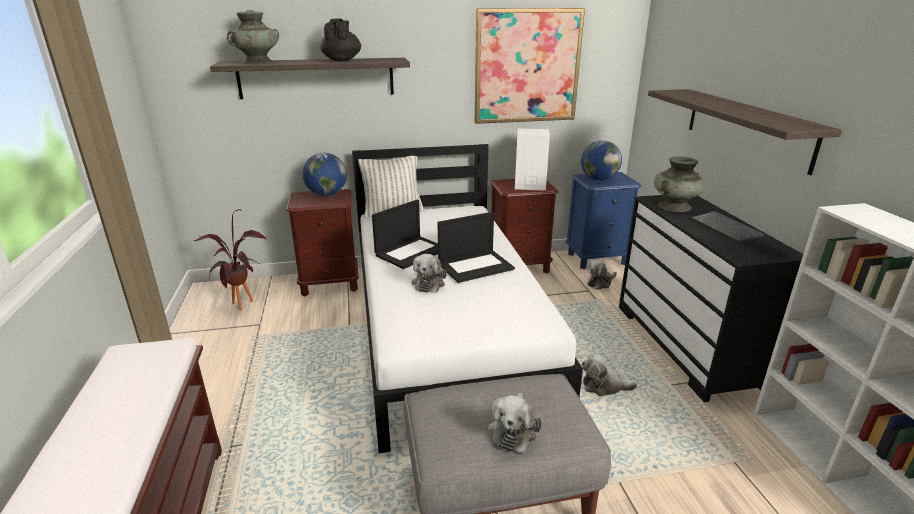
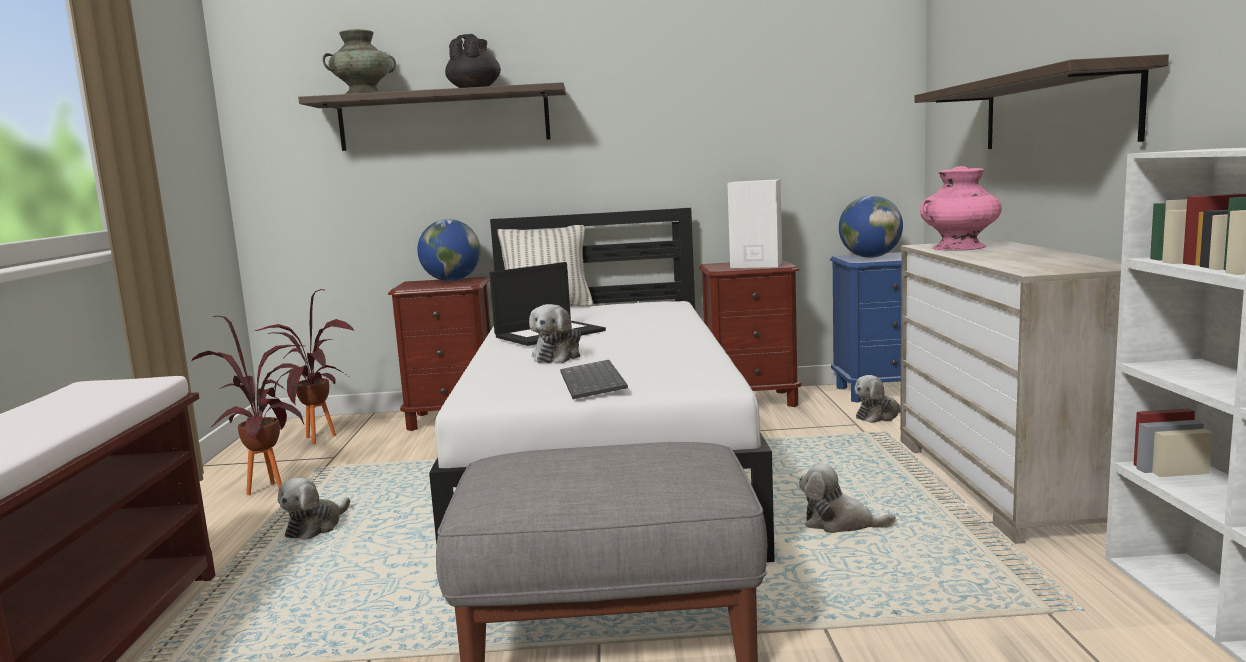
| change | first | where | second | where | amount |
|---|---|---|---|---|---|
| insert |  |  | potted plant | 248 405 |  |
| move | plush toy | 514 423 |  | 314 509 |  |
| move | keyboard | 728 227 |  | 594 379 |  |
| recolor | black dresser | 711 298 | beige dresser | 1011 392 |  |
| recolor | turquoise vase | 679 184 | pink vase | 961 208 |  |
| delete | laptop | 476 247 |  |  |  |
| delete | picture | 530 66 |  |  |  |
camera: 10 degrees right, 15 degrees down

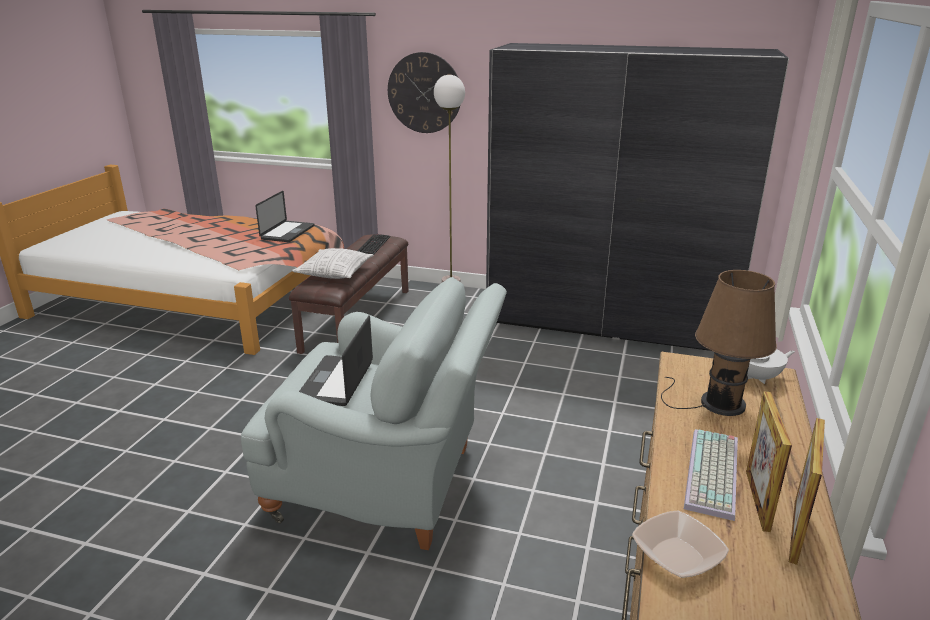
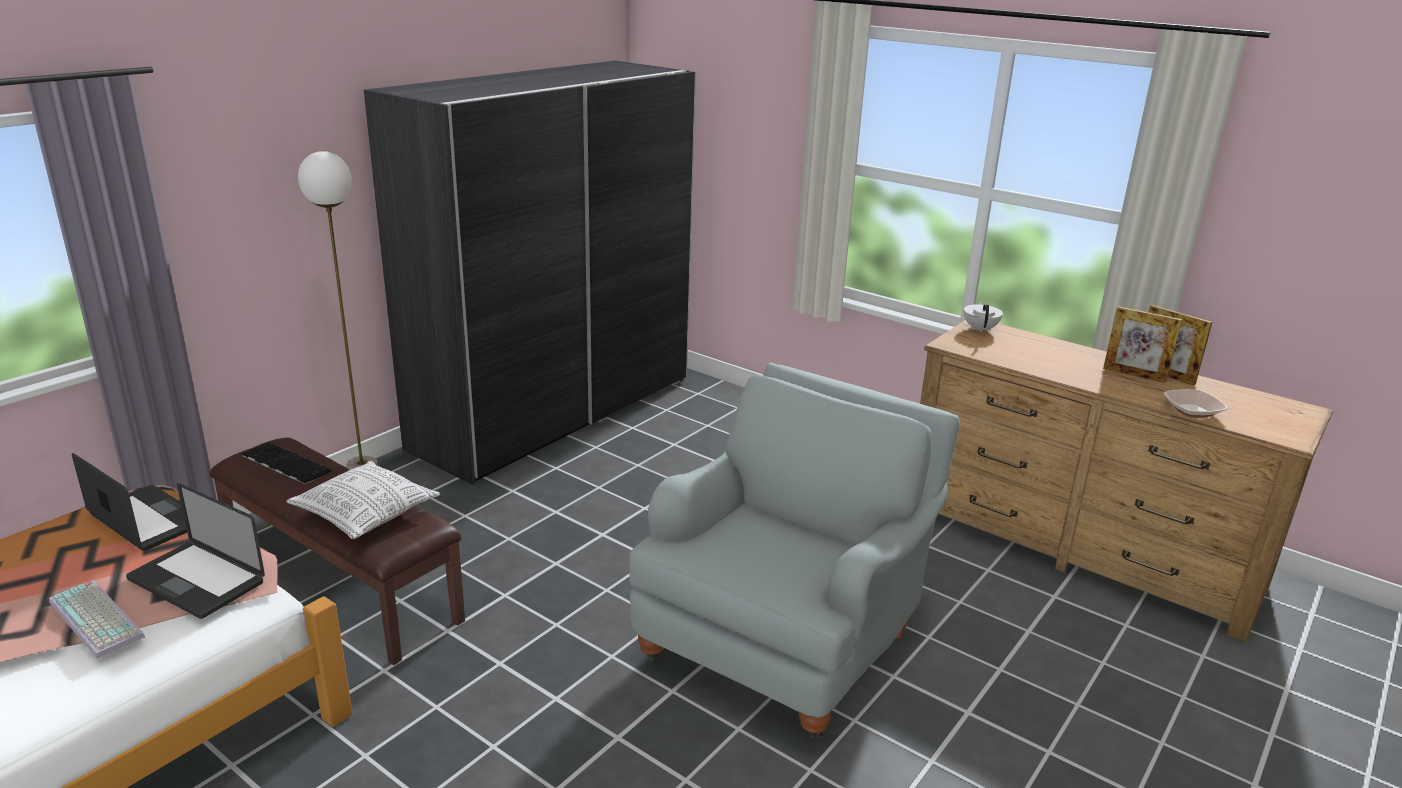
| change | first | where | second | where | amount |
|---|---|---|---|---|---|
| move | keyboard | 711 475 |  | 97 619 |  |
| move | laptop | 336 361 |  | 195 551 |  |
| delete | wall clock | 424 92 |  |  |  |
| delete | brown table lamp | 719 343 |  |  |  |
camera: 70 degrees left, 0 degrees up

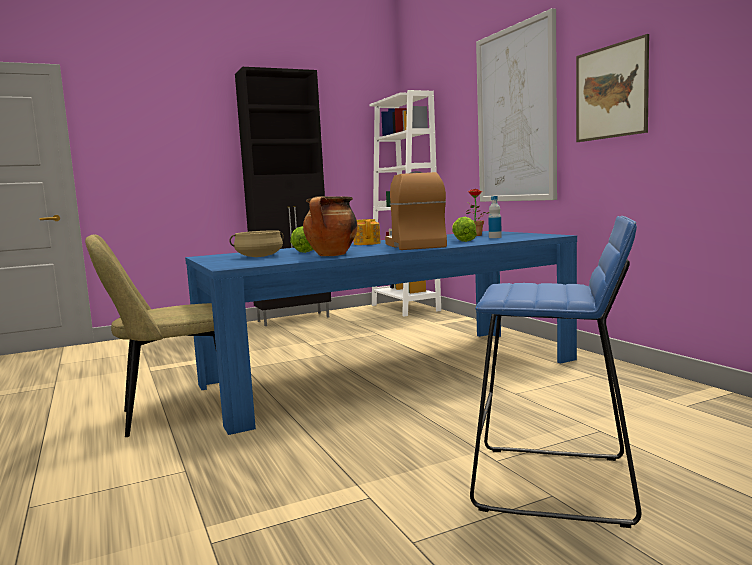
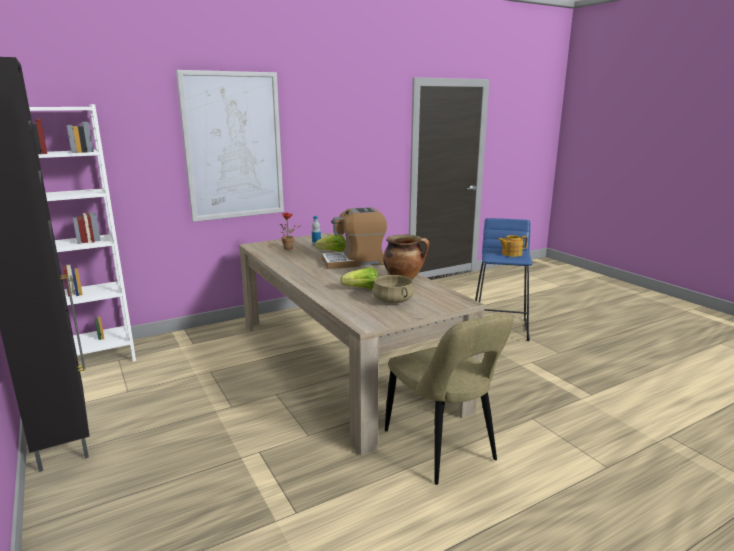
| change | first | where | second | where | amount |
|---|---|---|---|---|---|
| recolor | blue dining table | 381 333 | beige dining table | 362 344 |  |
| move | teapot | 367 232 |  | 513 246 |  |
| delete | picture | 612 88 |  |  |  |
camera: 95 degrees left, 10 degrees up

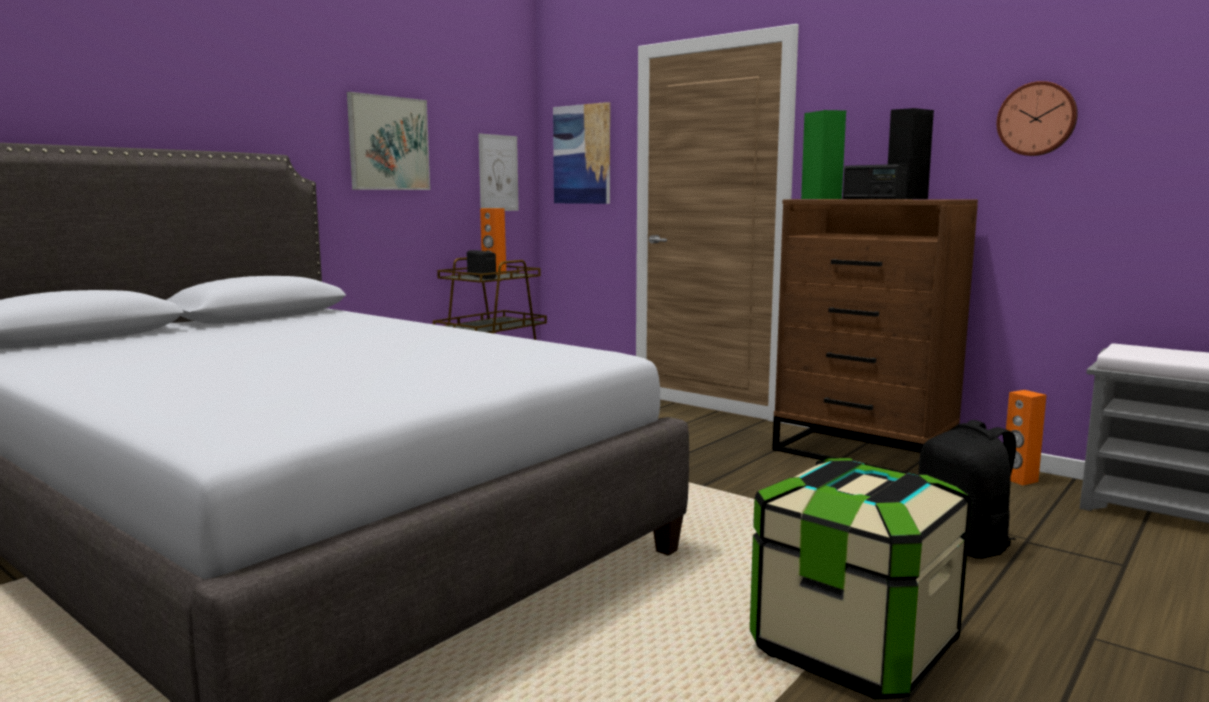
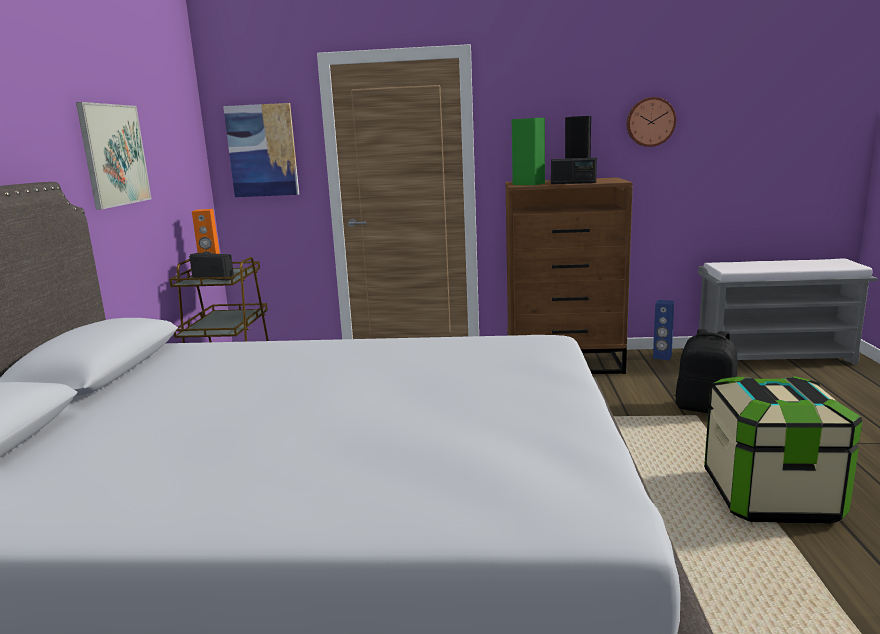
| change | first | where | second | where | amount |
|---|---|---|---|---|---|
| recolor | orange speaker | 1026 437 | blue speaker | 663 330 |  |
| delete | picture | 498 172 |  |  |  |
camera: 35 degrees left, 5 degrees up

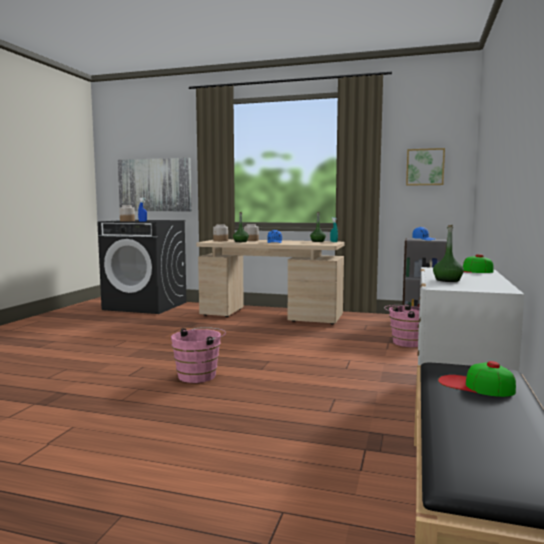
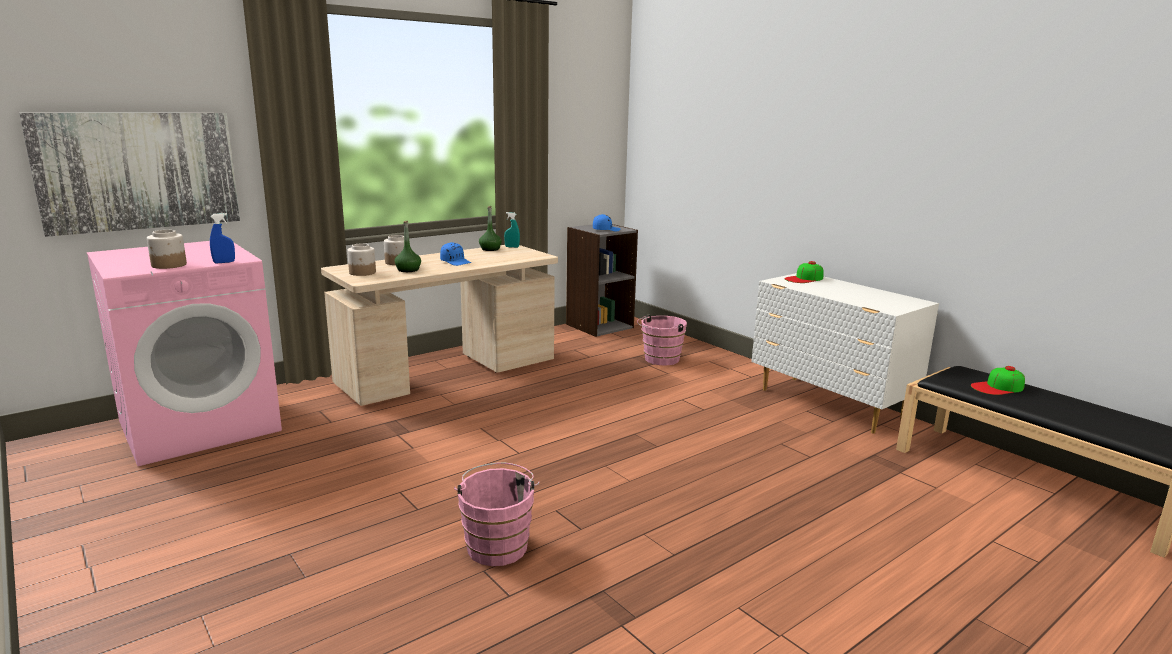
| change | first | where | second | where | amount |
|---|---|---|---|---|---|
| recolor | black washing machine | 142 267 | pink washing machine | 184 353 |  |
| move | pink bucket | 198 355 |  | 497 514 |  |
| delete | picture | 425 167 |  |  |  |
| delete | green bottle | 448 253 |  |  |  |
camera: 55 degrees left, 10 degrees up

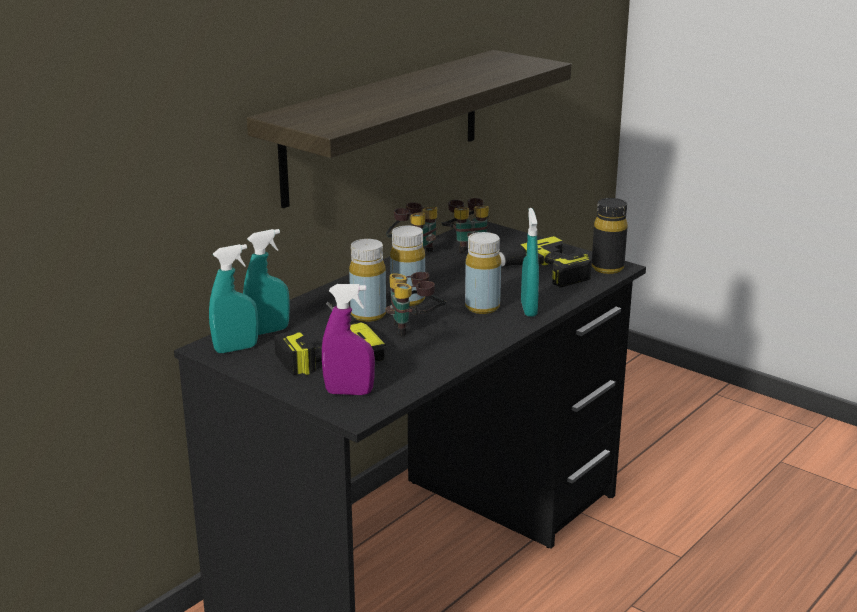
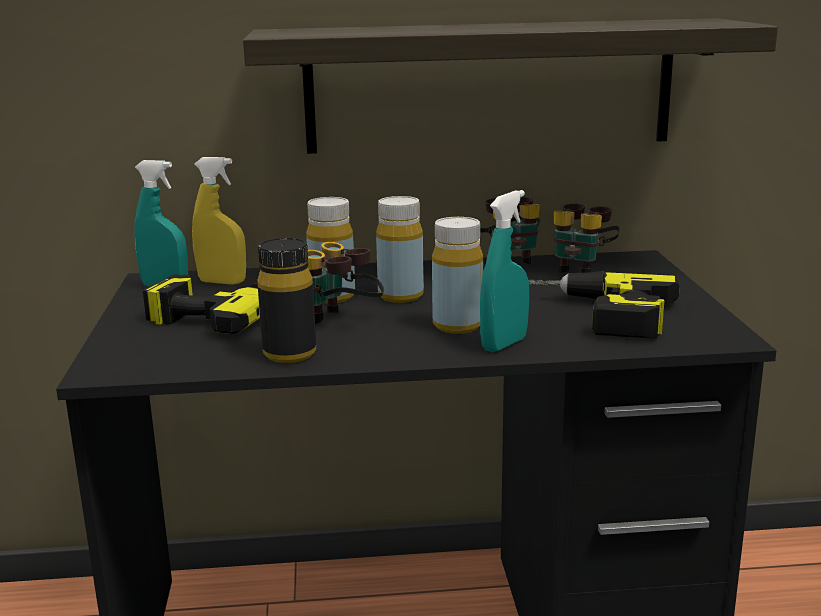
| change | first | where | second | where | amount |
|---|---|---|---|---|---|
| recolor | turquoise spray bottle | 266 282 | yellow spray bottle | 219 221 |  |
| move | black bottle | 610 236 |  | 286 300 |  |
| delete | purple spray bottle | 348 339 |  |  |  |
camera: 45 degrees right, 5 degrees down

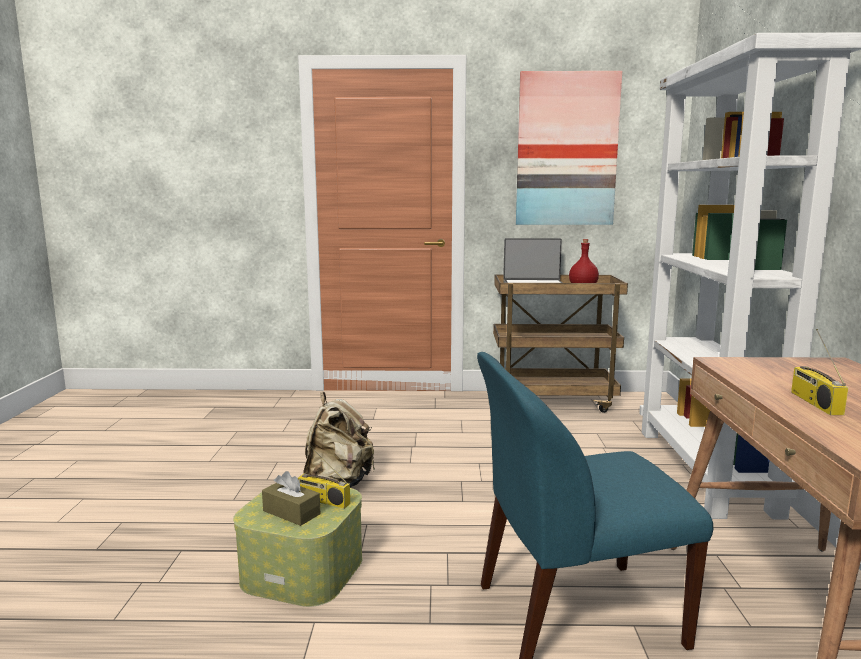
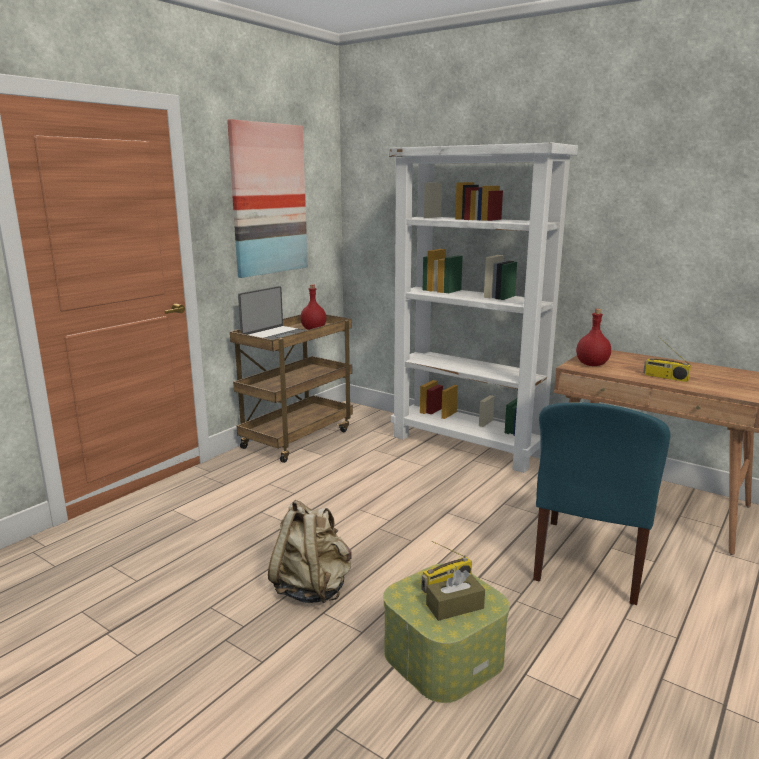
| change | first | where | second | where | amount |
|---|---|---|---|---|---|
| insert |  |  | red bottle | 593 337 |  |
camera: 55 degrees left, 5 degrees up

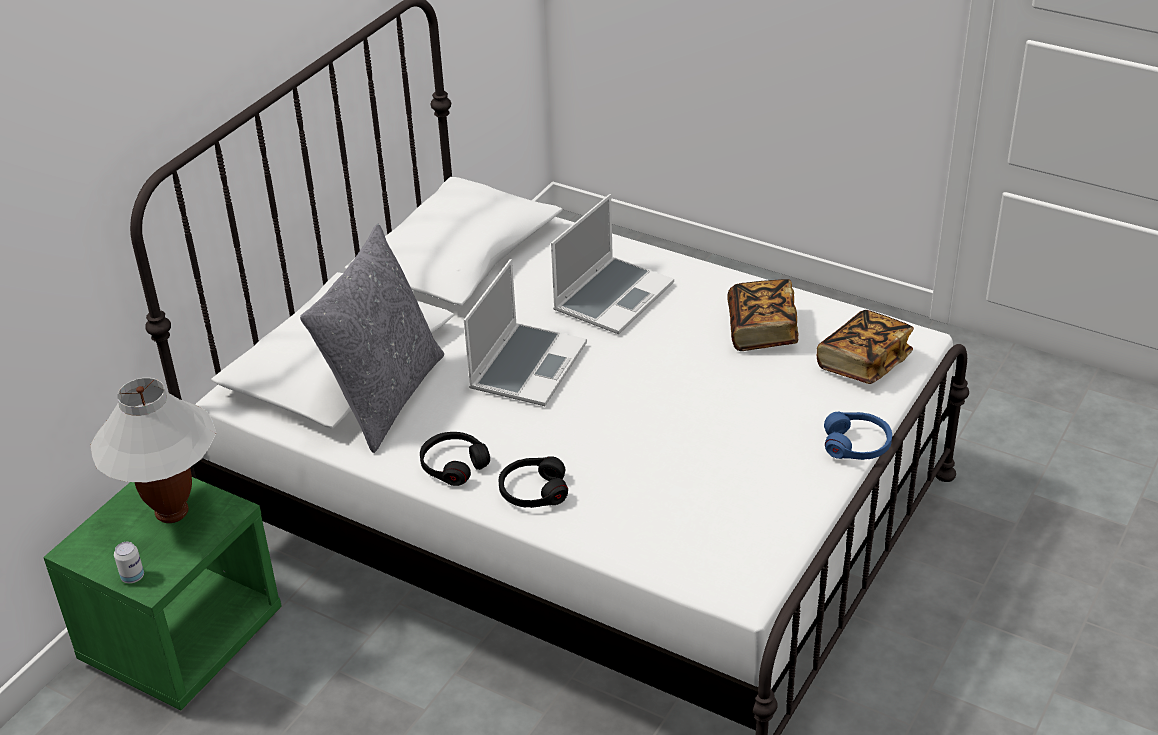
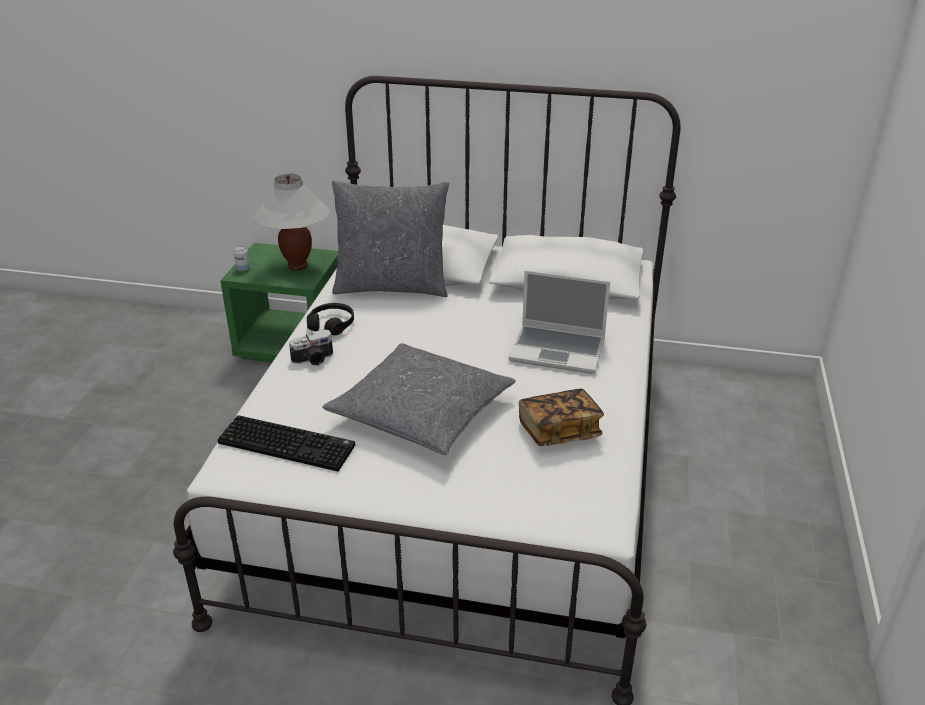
| change | first | where | second | where | amount |
|---|---|---|---|---|---|
| insert |  |  | keyboard | 286 443 |  |
| replace | black headphones | 533 482 | photo camera | 311 347 |  |
| insert |  |  | grey pillow | 419 399 |  |
| delete | laptop | 525 332 |  |  |  |
| delete | book | 865 347 |  |  |  |
| delete | blue headphones | 858 436 |  |  |  |
camera: 70 degrees right, 5 degrees down

